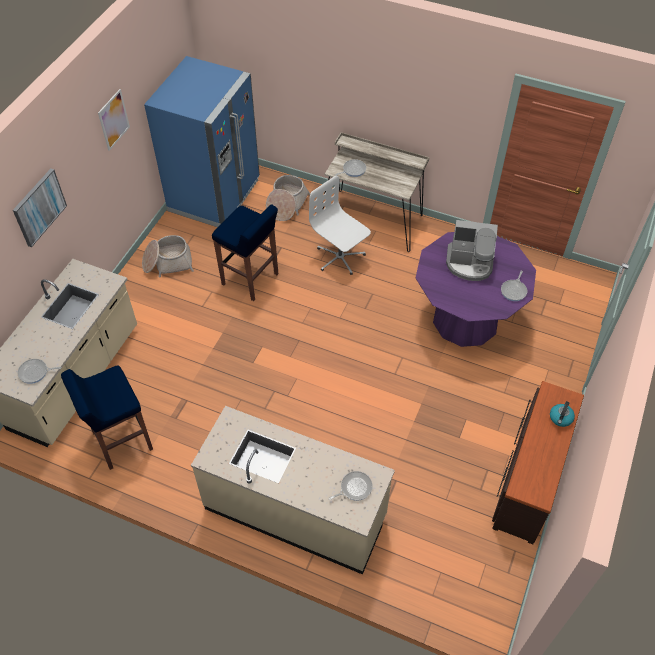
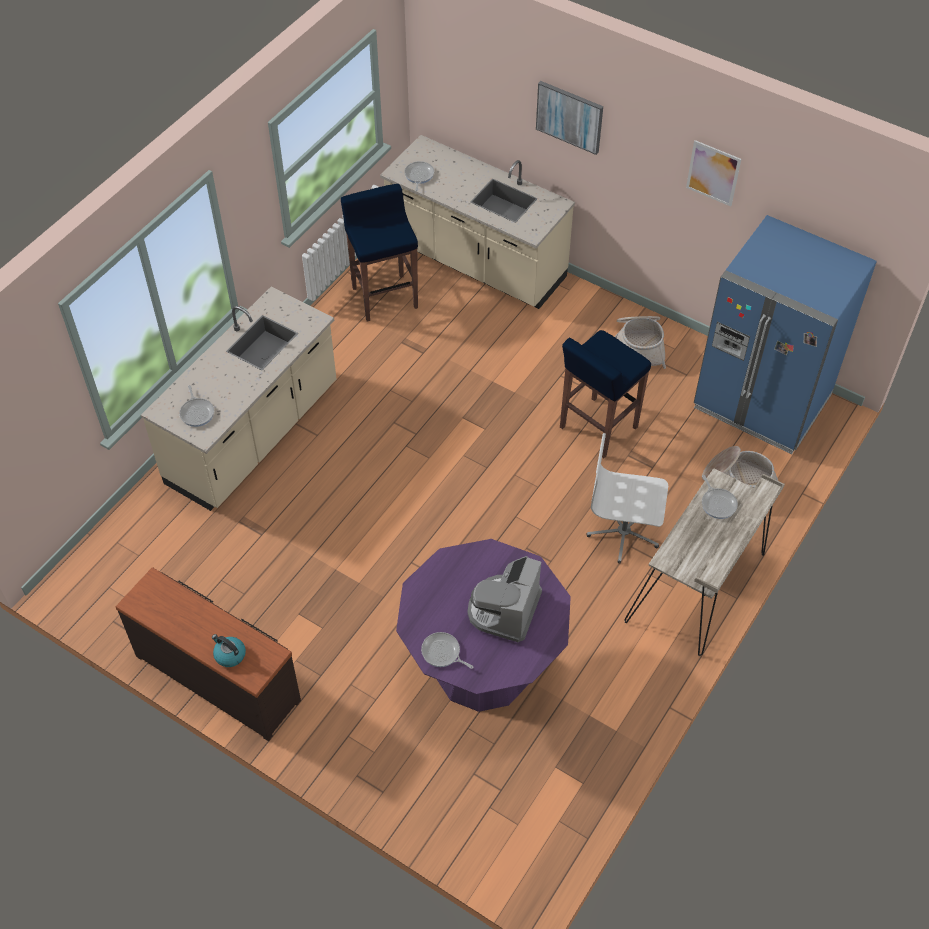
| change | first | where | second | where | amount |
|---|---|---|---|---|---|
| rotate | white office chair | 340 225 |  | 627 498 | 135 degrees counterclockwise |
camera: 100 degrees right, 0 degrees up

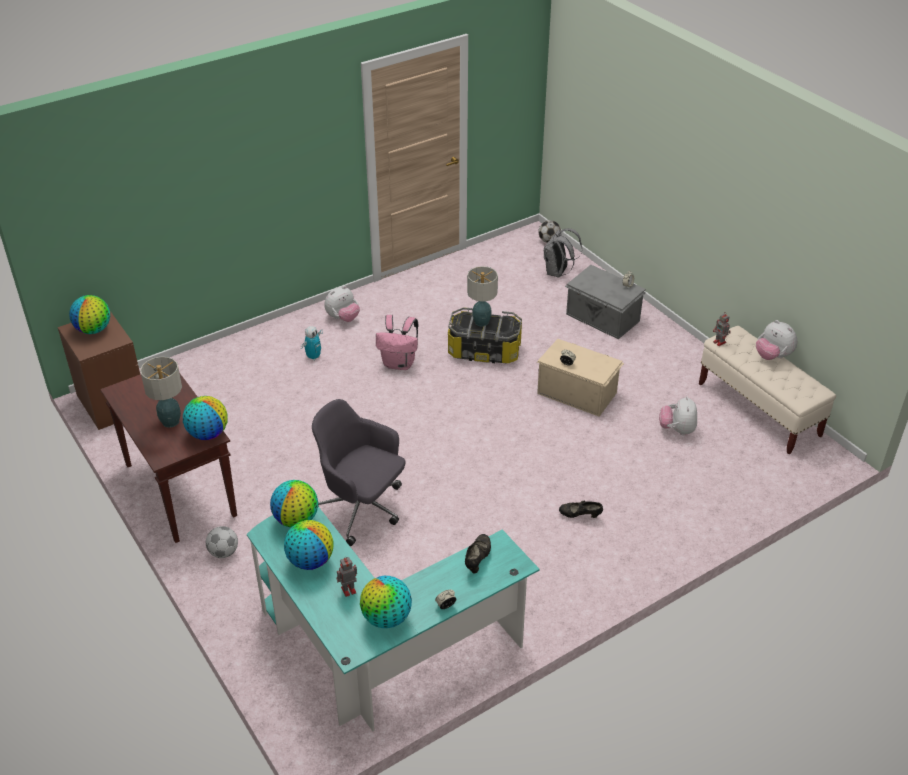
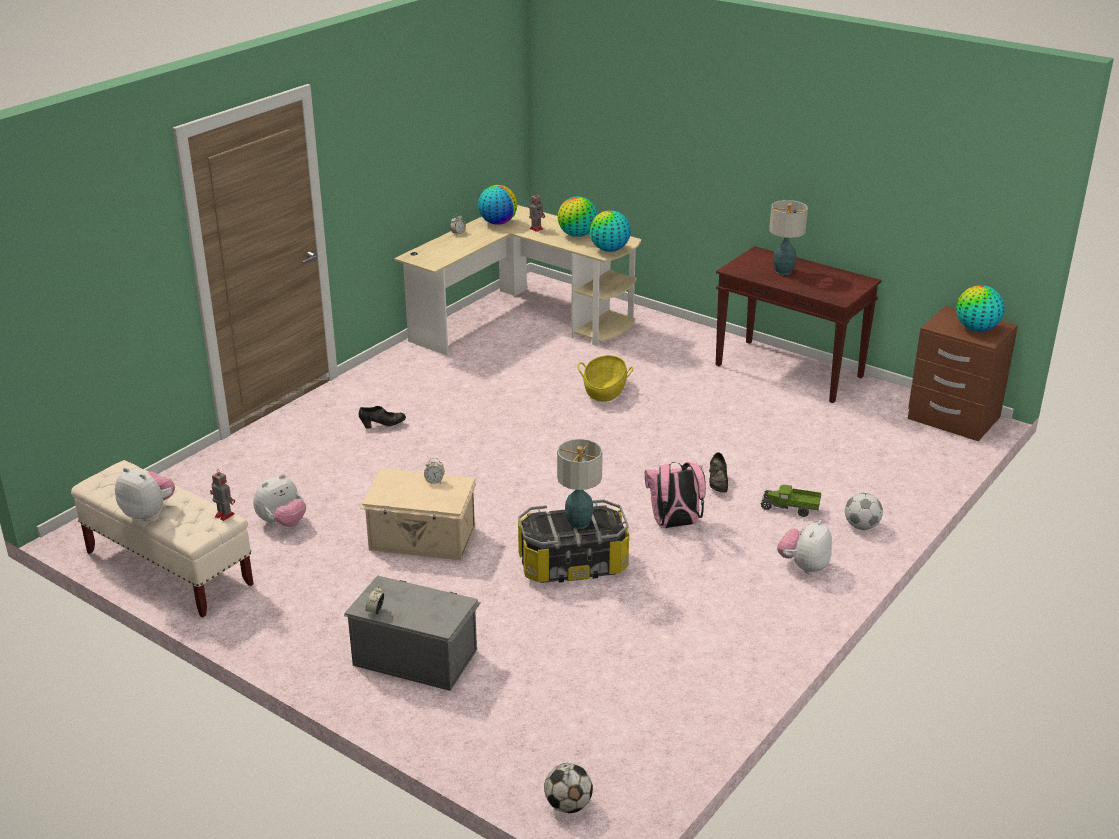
| change | first | where | second | where | amount |
|---|---|---|---|---|---|
| rotate | plush toy | 678 415 |  | 279 500 | 60 degrees clockwise |
| recolor | turquoise desk | 393 619 | beige desk | 517 280 |  |
| replace | grey office chair | 358 472 | basket | 605 378 |  |
| move | black shoe | 478 554 |  | 718 472 |  |
| replace | toy robot | 312 343 | toy truck | 790 501 |  |
| move | football | 222 542 |  | 864 511 |  |
| delete | globe | 205 418 |  |  |  |
| delete | grey backpack | 563 253 |  |  |  |
camera: 160 degrees right, 10 degrees down

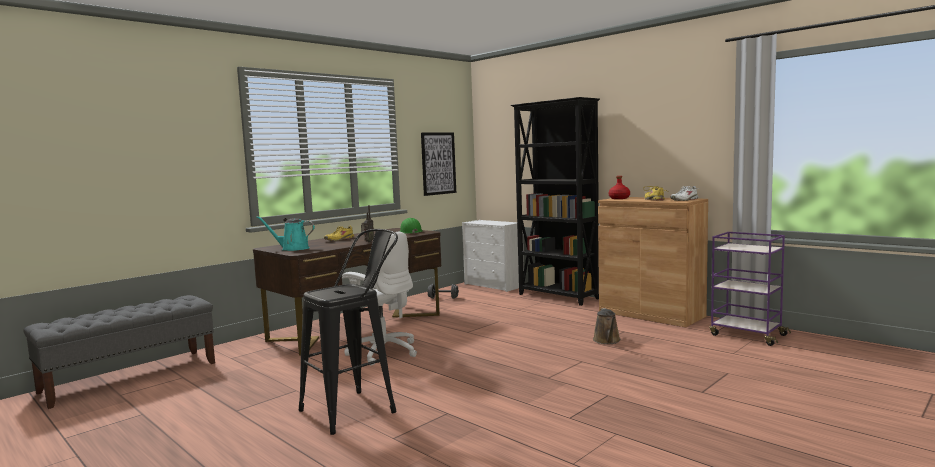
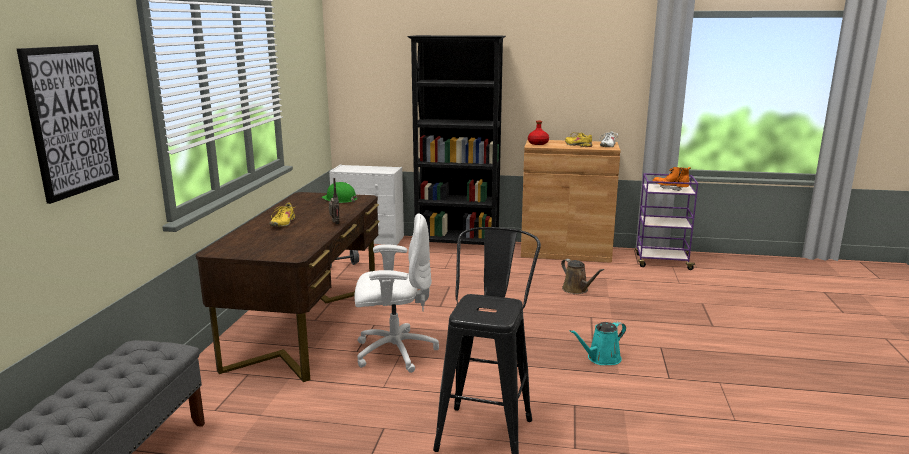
| change | first | where | second | where | amount |
|---|---|---|---|---|---|
| move | picture | 438 164 |  | 68 124 |  |
| move | turquoise watering can | 285 233 |  | 598 343 |  |
| insert |  |  | orange boot | 672 179 |  |
camera: 35 degrees left, 10 degrees up

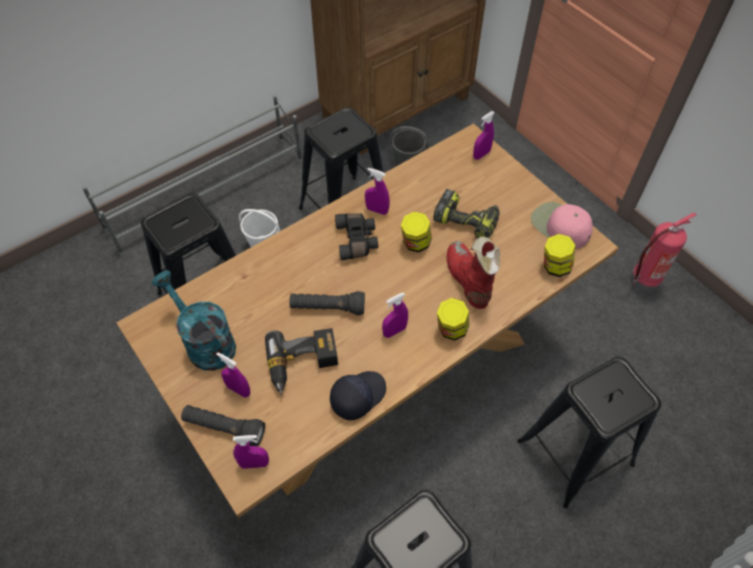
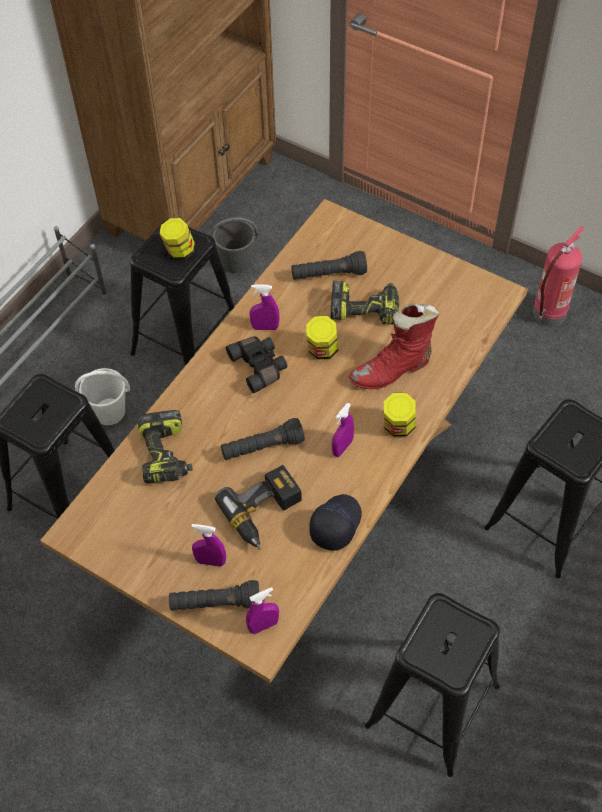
| change | first | where | second | where | amount |
|---|---|---|---|---|---|
| insert |  |  | power drill | 165 447 |  |
| move | jar | 559 255 |  | 177 239 |  |
| insert |  |  | black flashlight | 329 265 |  |
| rotate | red boot | 473 272 |  | 394 346 | 75 degrees counterclockwise |
| delete | turquoise watering can | 194 320 |  |  |  |
| delete | purple spray bottle | 484 135 |  |  |  |
| delete | pink cap | 562 225 |  |  |  |
camera: 20 degrees left, 0 degrees up

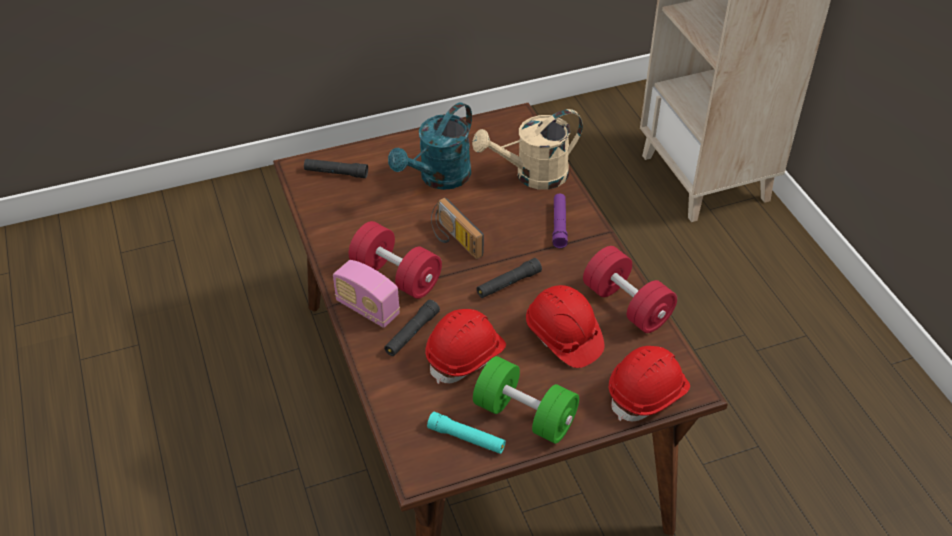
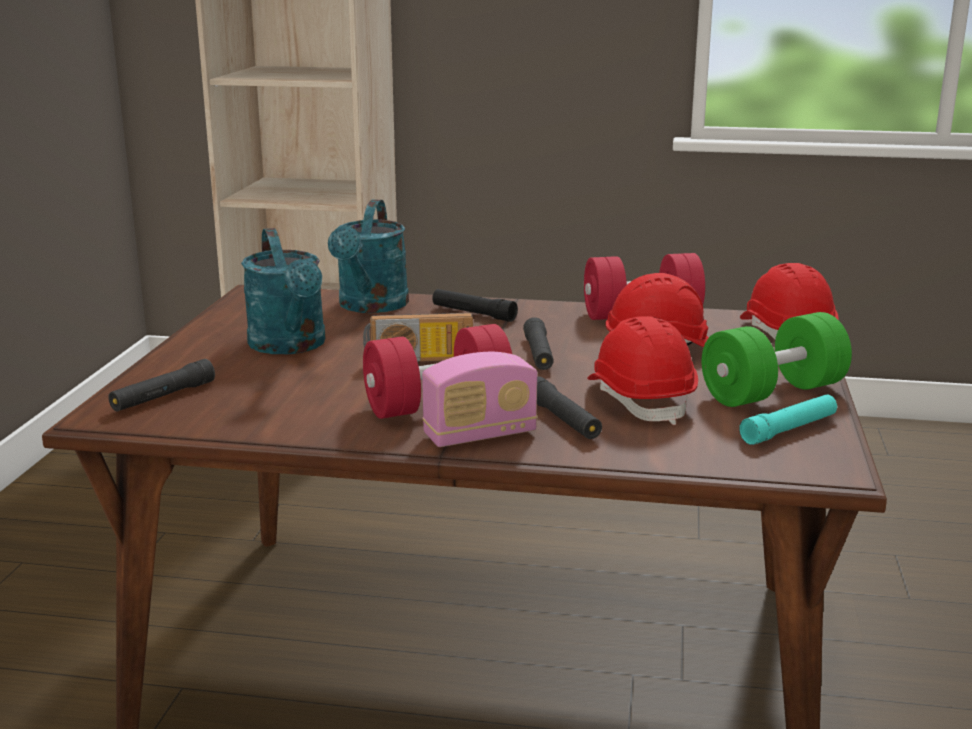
| change | first | where | second | where | amount |
|---|---|---|---|---|---|
| recolor | beige watering can | 527 149 | turquoise watering can | 368 256 |  |
| recolor | purple flashlight | 560 221 | black flashlight | 475 305 |  |
camera: 60 degrees left, 25 degrees down

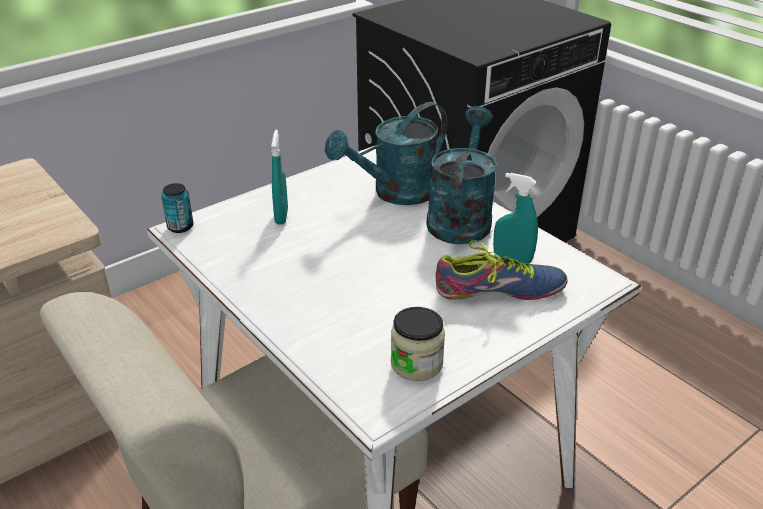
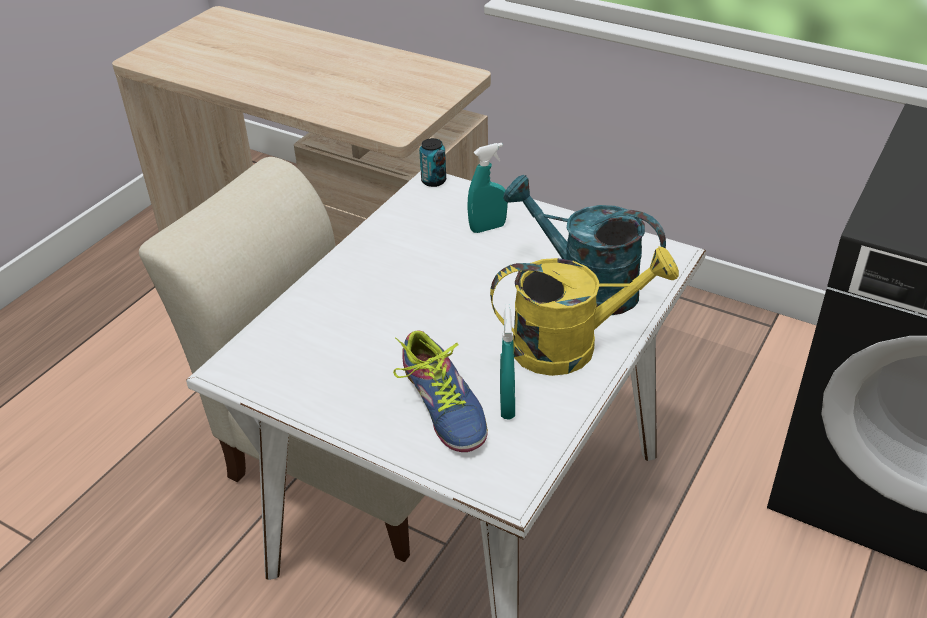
| change | first | where | second | where | amount |
|---|---|---|---|---|---|
| recolor | turquoise watering can | 462 175 | yellow watering can | 584 311 |  |
| delete | jar | 418 344 |  |  |  |
camera: 70 degrees right, 5 degrees up

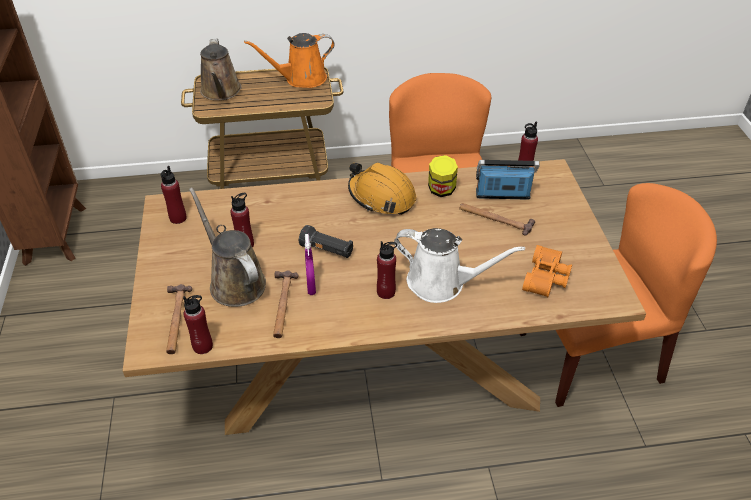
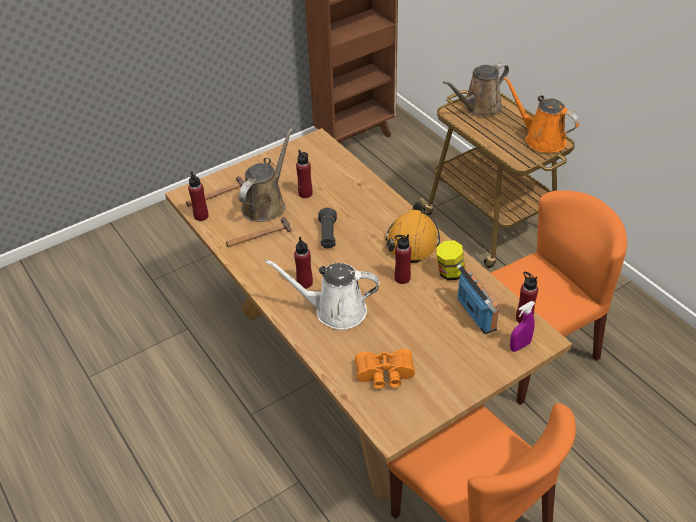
| change | first | where | second | where | amount |
|---|---|---|---|---|---|
| rotate | white watering can | 459 265 |  | 322 294 | 105 degrees clockwise |
| move | red bottle | 174 195 |  | 403 259 |  |
| move | purple spray bottle | 310 264 |  | 522 326 |  |
| delete | hammer | 497 219 |  |  |  |
camera: 65 degrees right, 0 degrees up

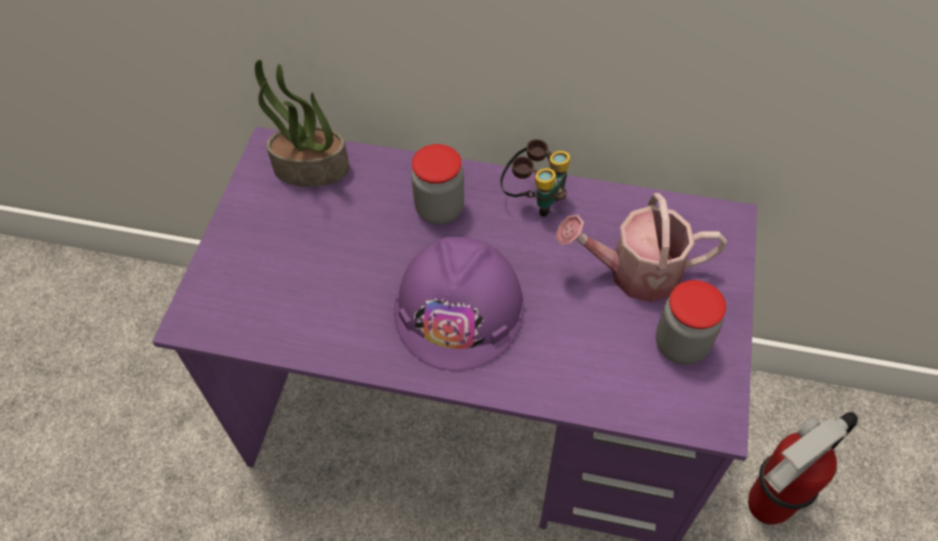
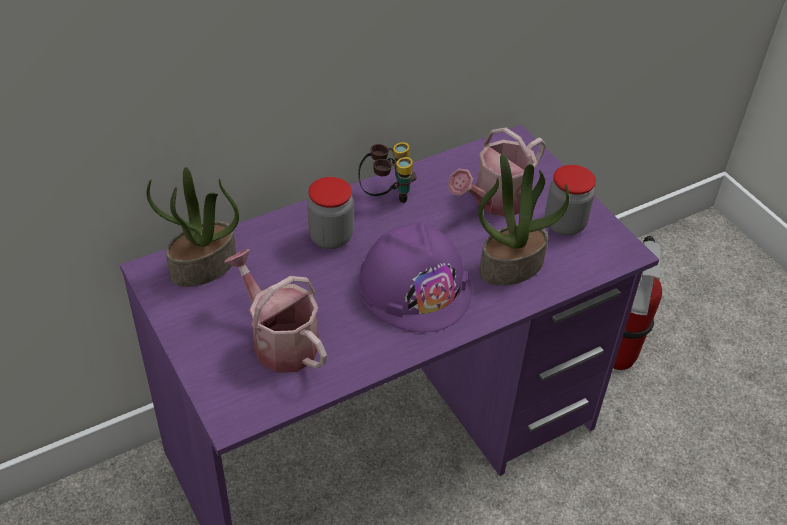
| change | first | where | second | where | amount |
|---|---|---|---|---|---|
| insert |  |  | watering can | 275 311 |  |
| insert |  |  | potted plant | 523 220 |  |
camera: 45 degrees left, 10 degrees down

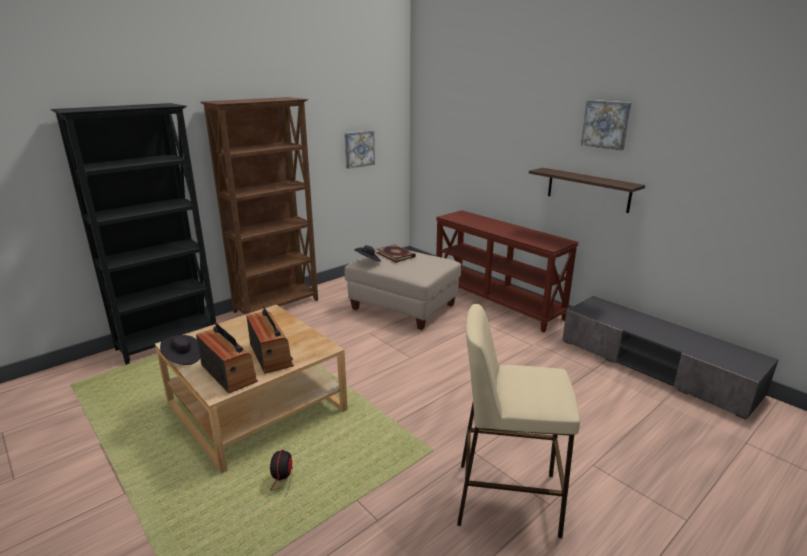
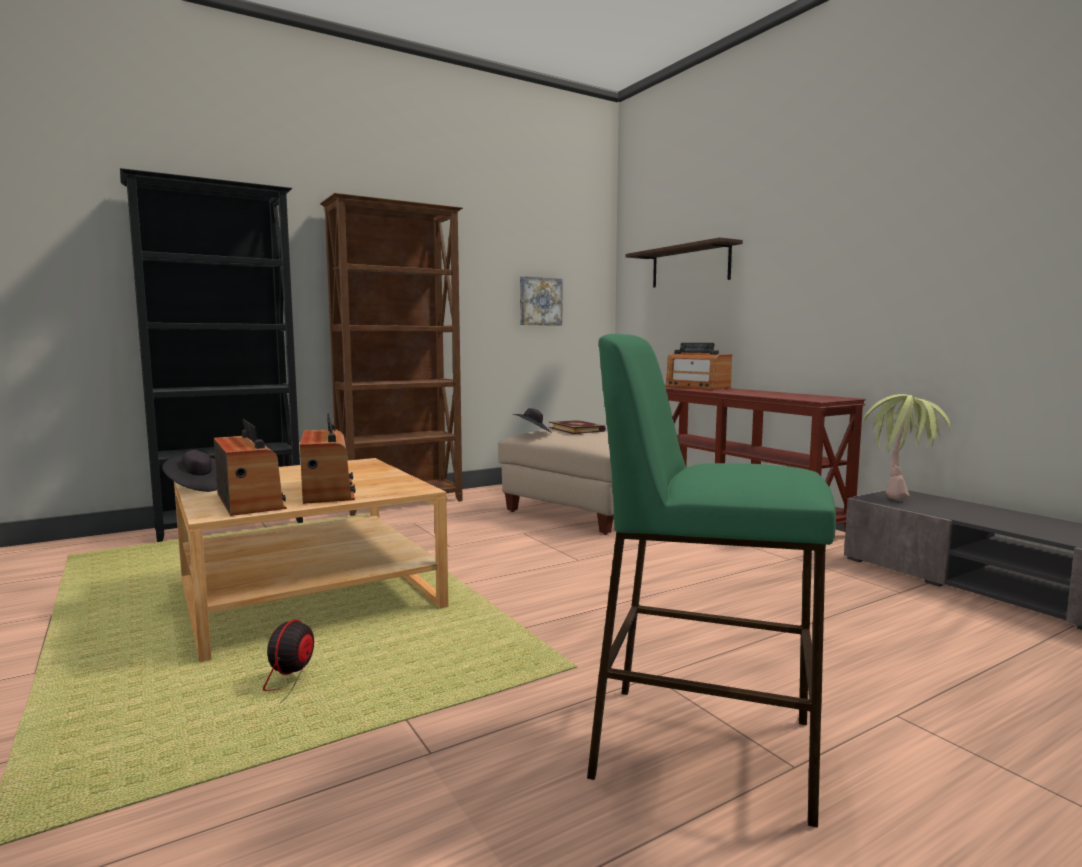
| change | first | where | second | where | amount |
|---|---|---|---|---|---|
| recolor | beige stool | 518 421 | green stool | 711 581 |  |
| move | shelf | 587 190 |  | 684 262 |  |
| insert |  |  | radio | 699 366 |  |
| insert |  |  | potted plant | 906 447 |  |
| delete | picture | 606 125 |  |  |  |
camera: 10 degrees right, 15 degrees down

